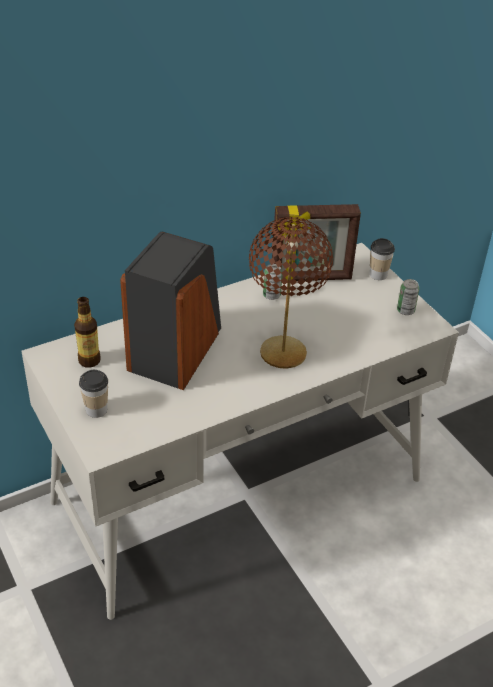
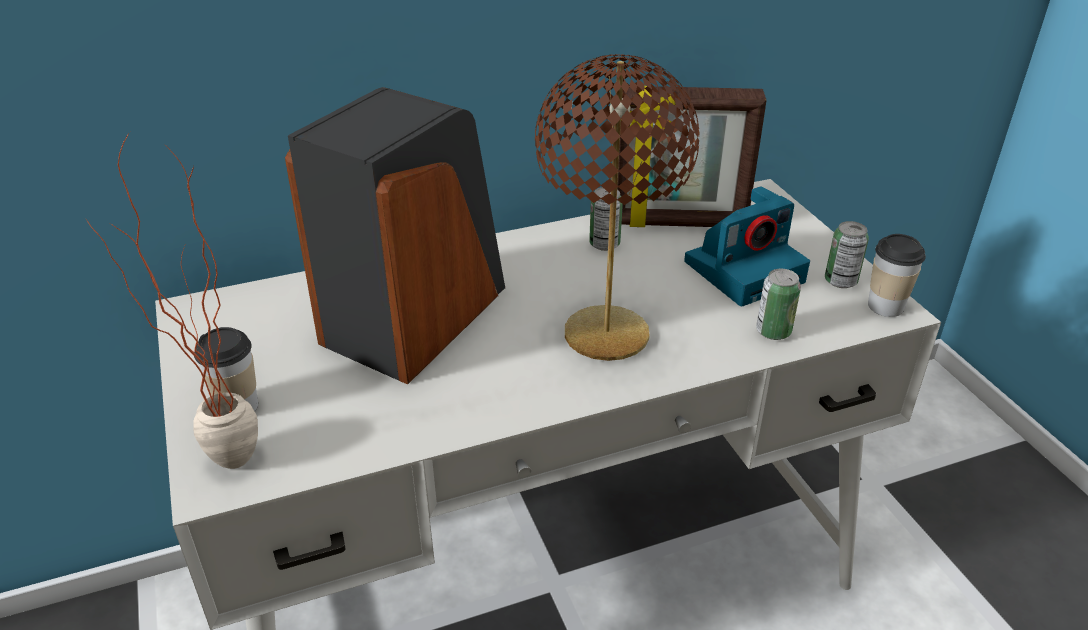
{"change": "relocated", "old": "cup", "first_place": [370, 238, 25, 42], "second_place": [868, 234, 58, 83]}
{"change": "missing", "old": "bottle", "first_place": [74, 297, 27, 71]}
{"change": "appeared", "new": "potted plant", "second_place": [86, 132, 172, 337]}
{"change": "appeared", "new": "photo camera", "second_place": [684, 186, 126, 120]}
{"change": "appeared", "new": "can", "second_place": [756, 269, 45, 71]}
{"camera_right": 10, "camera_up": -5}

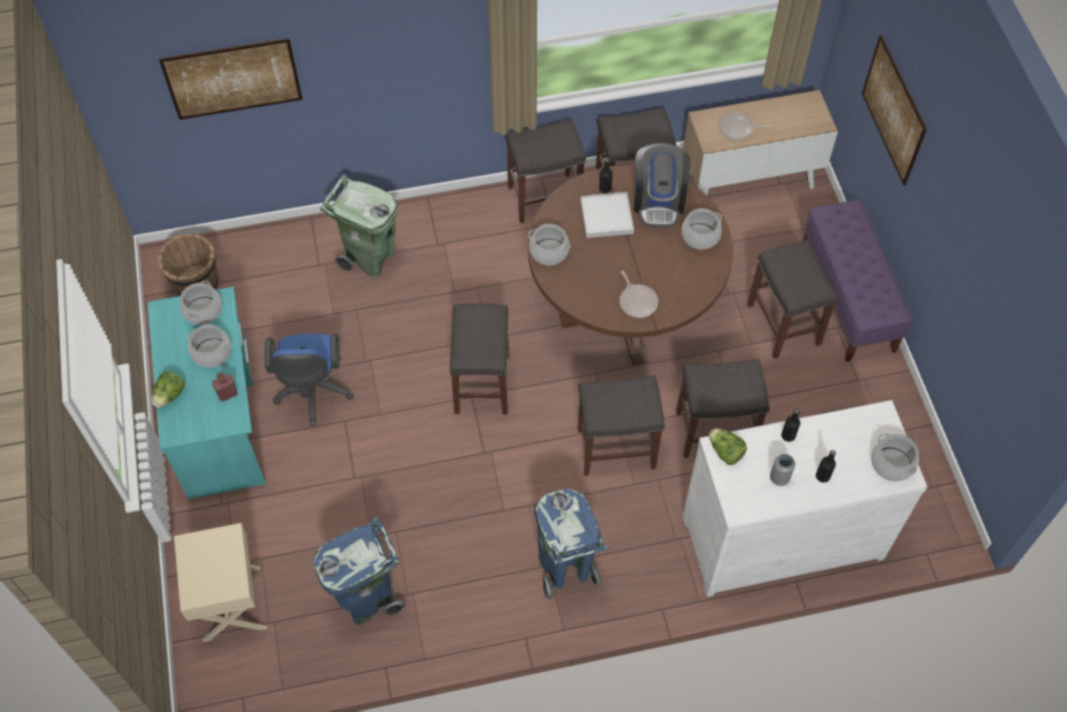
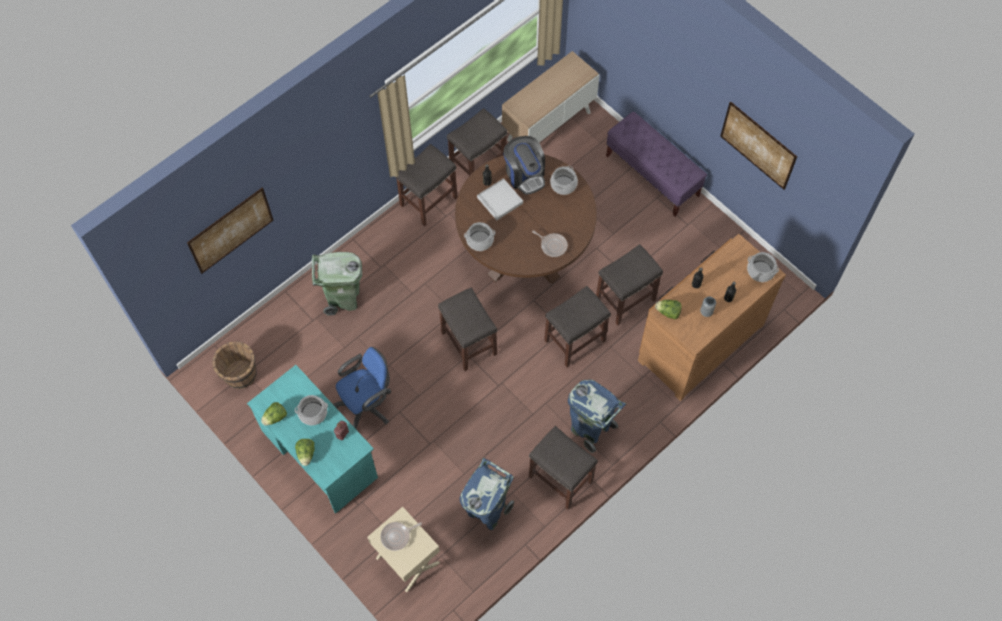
{"change": "relocated", "old": "picture", "first_place": [862, 35, 65, 151], "second_place": [720, 101, 77, 89]}
{"change": "relocated", "old": "frying pan", "first_place": [719, 112, 53, 28], "second_place": [380, 522, 42, 29]}
{"change": "relocated", "old": "stool/grey", "first_place": [747, 240, 91, 119], "second_place": [529, 426, 69, 83]}
{"change": "missing", "old": "cooking pot", "first_place": [180, 281, 42, 44]}
{"change": "spun", "old": "office chair/blue", "first_place": [264, 333, 90, 93], "second_place": [333, 347, 59, 82], "degrees": -90}
{"change": "colour", "old": "dresser/white", "new": "dresser/brown", "first_place": [683, 400, 244, 197], "second_place": [638, 234, 148, 167]}
{"change": "appeared", "new": "lettuce", "second_place": [261, 402, 26, 24]}
{"camera_right": -30, "camera_up": 5}

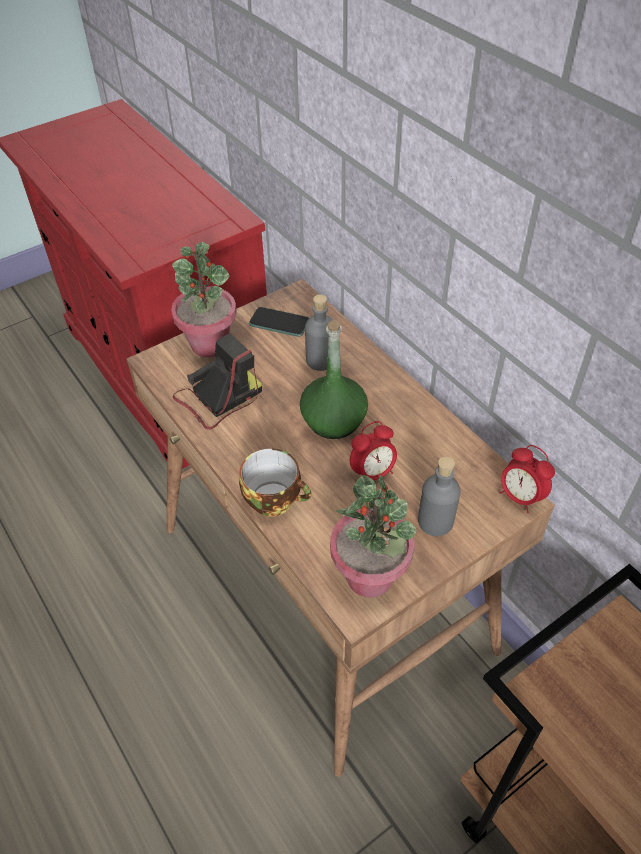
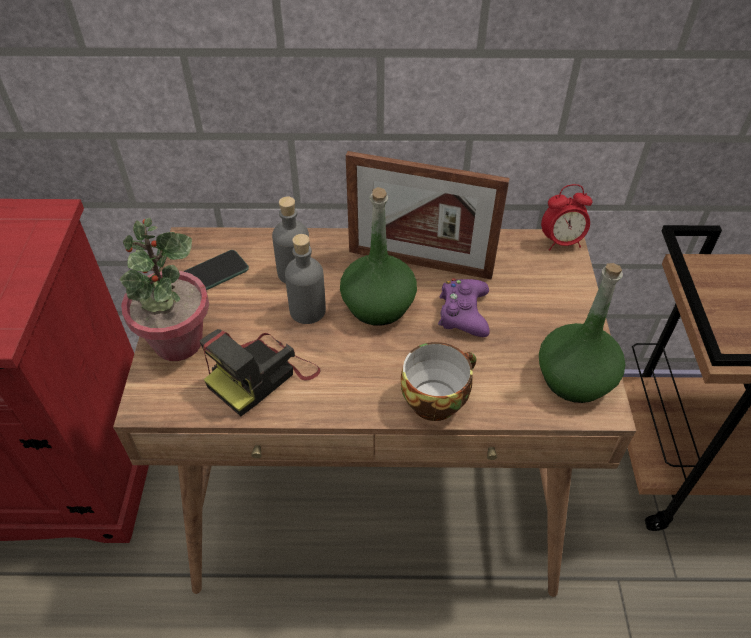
{"change": "spun", "old": "photo camera", "first_place": [173, 333, 89, 97], "second_place": [200, 329, 121, 87], "degrees": -135}
{"change": "exchanged", "old": "alarm clock", "new": "game controller/purple", "first_place": [350, 421, 47, 59], "second_place": [438, 279, 52, 58]}
{"change": "relocated", "old": "bottle/grey", "first_place": [418, 456, 42, 80], "second_place": [285, 234, 41, 90]}
{"change": "exchanged", "old": "potted plant", "new": "bottle/green", "first_place": [330, 474, 87, 124], "second_place": [539, 263, 86, 140]}
{"change": "appeared", "new": "picture frame", "second_place": [346, 151, 164, 129]}
{"camera_right": -55, "camera_up": 0}

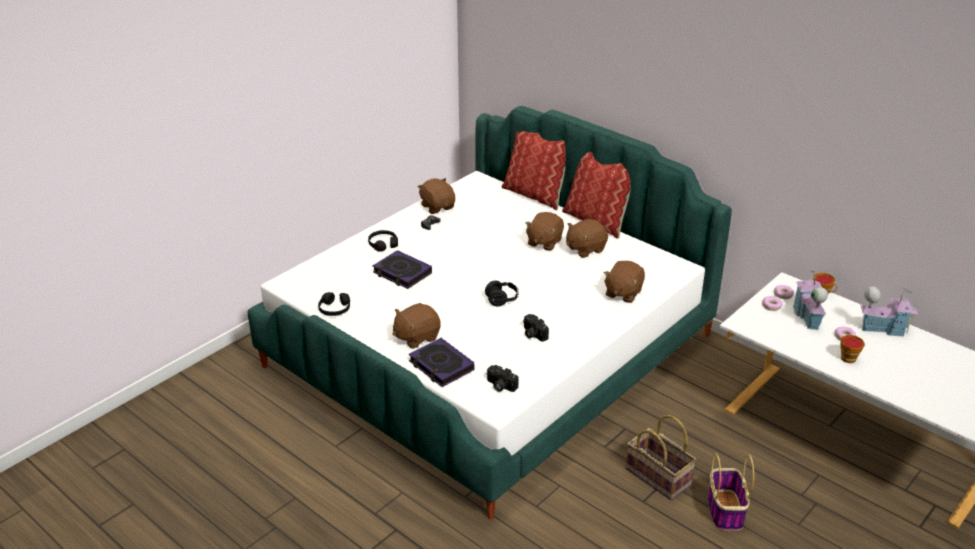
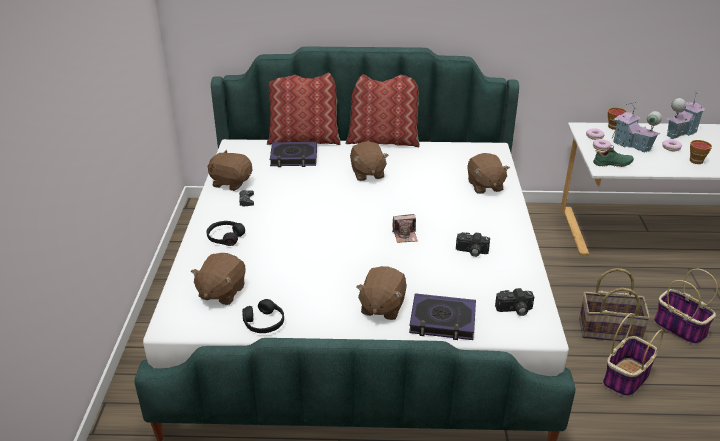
{"change": "relocated", "old": "plush toy/brown", "first_place": [566, 219, 42, 39], "second_place": [191, 253, 55, 52]}
{"change": "relocated", "old": "book", "first_place": [372, 250, 60, 39], "second_place": [270, 142, 47, 25]}
{"change": "exchanged", "old": "headphones/black", "new": "photo camera", "first_place": [485, 281, 34, 25], "second_place": [392, 214, 25, 29]}
{"change": "appeared", "new": "shoe/green", "second_place": [593, 145, 41, 22]}
{"change": "appeared", "new": "basket", "second_place": [603, 314, 60, 83]}
{"camera_right": -40, "camera_up": 0}

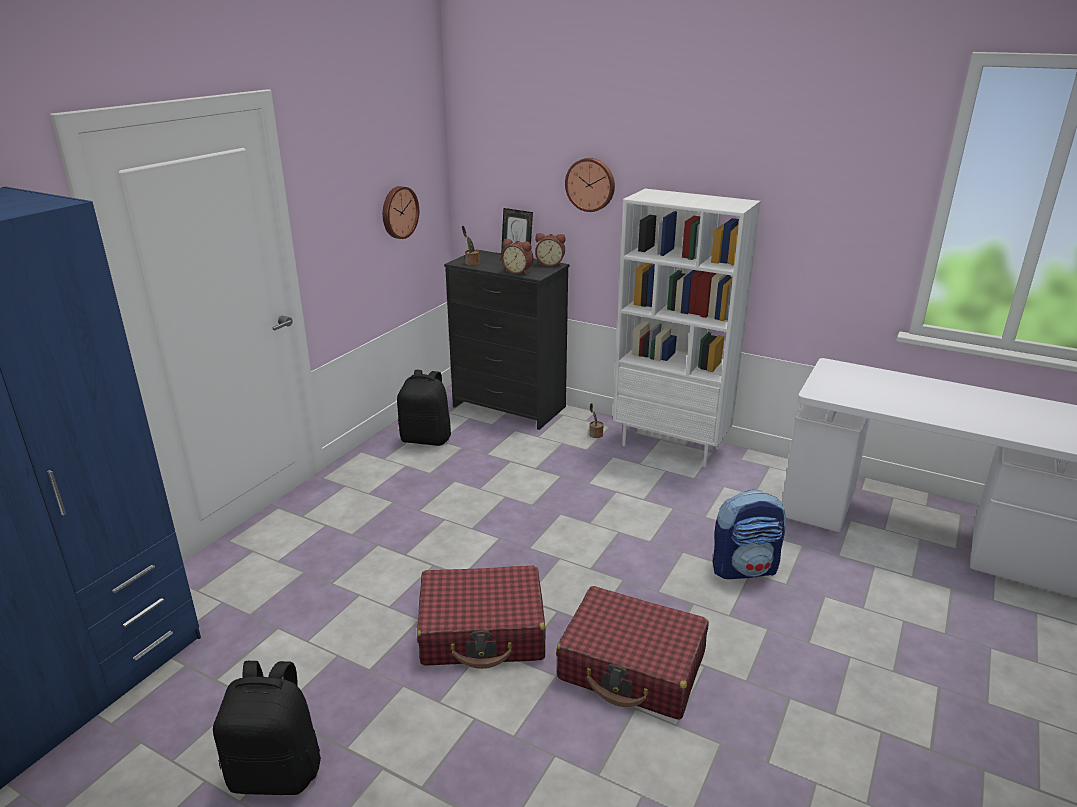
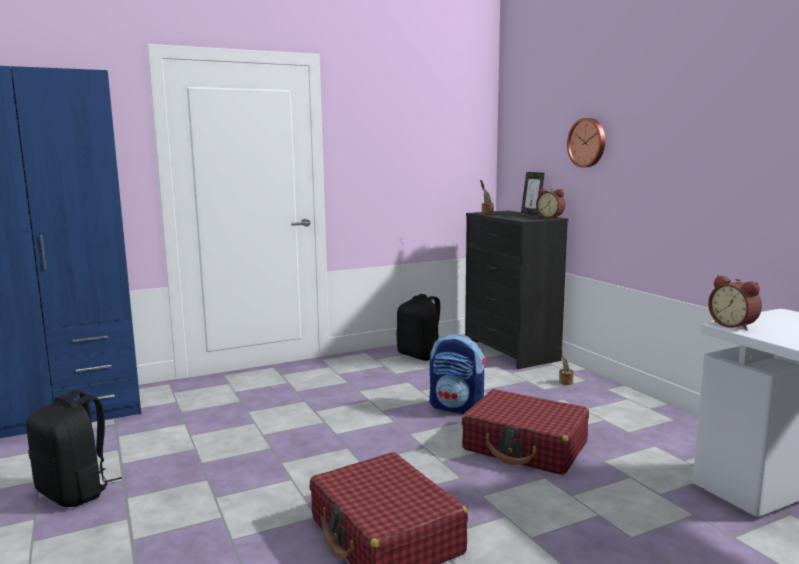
{"change": "missing", "old": "wall clock", "first_place": [383, 186, 36, 53]}
{"change": "missing", "old": "bookcase/white", "first_place": [613, 189, 148, 278]}
{"change": "relocated", "old": "alarm clock", "first_place": [501, 239, 32, 36], "second_place": [708, 275, 54, 56]}
{"change": "relocated", "old": "backpack", "first_place": [713, 490, 73, 89], "second_place": [430, 334, 56, 80]}
{"change": "relocated", "old": "suitcase/red", "first_place": [417, 565, 128, 104], "second_place": [462, 389, 127, 86]}
{"camera_right": 35, "camera_up": -15}

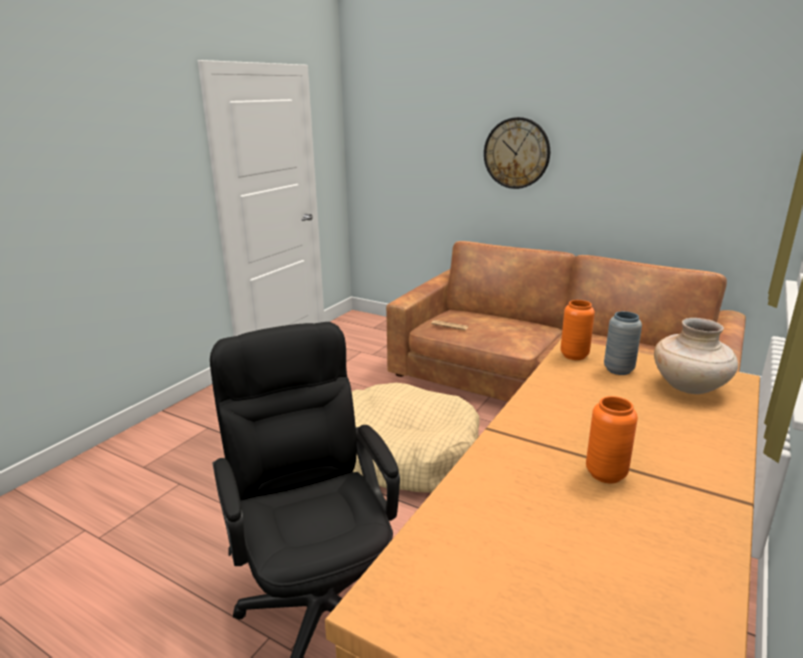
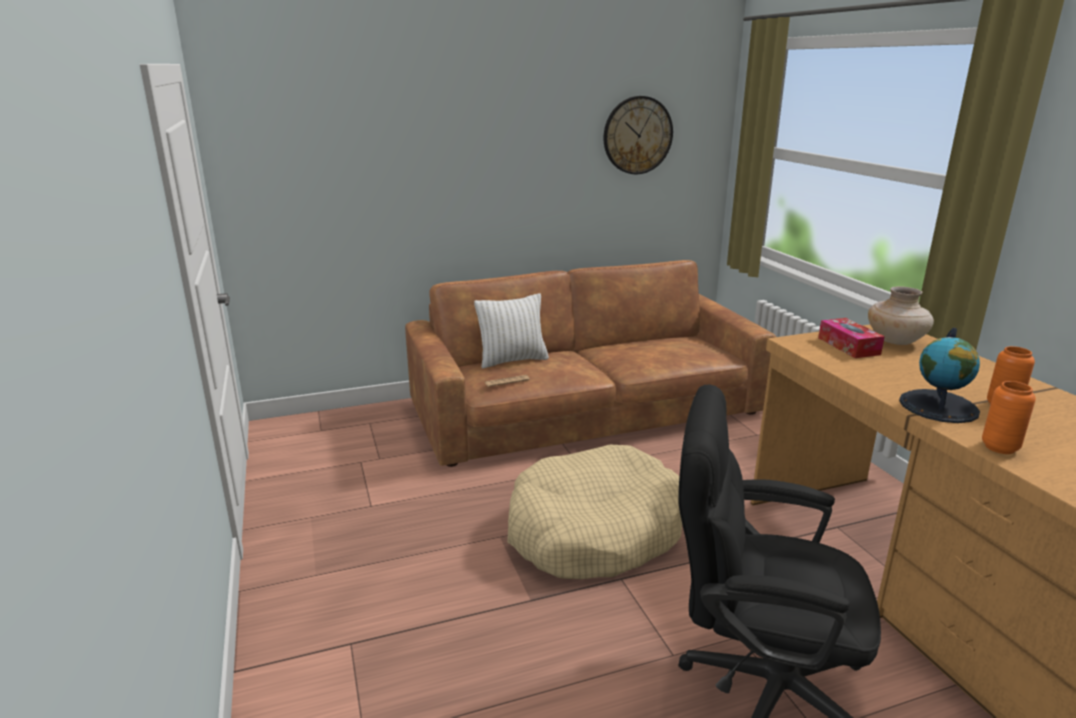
{"change": "relocated", "old": "wall clock", "first_place": [484, 117, 66, 72], "second_place": [604, 96, 69, 78]}
{"change": "relocated", "old": "vase/orange", "first_place": [560, 300, 35, 60], "second_place": [982, 381, 54, 73]}
{"change": "exchanged", "old": "vase/grey", "new": "tissue box", "first_place": [604, 311, 38, 64], "second_place": [818, 318, 67, 40]}
{"change": "appeared", "new": "pillow/white", "second_place": [474, 293, 75, 75]}
{"change": "appeared", "new": "globe", "second_place": [899, 328, 81, 95]}
{"camera_right": -50, "camera_up": 0}

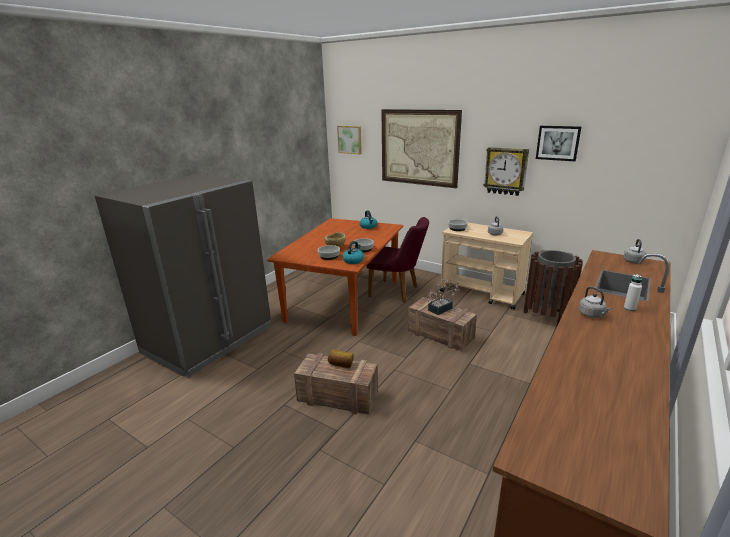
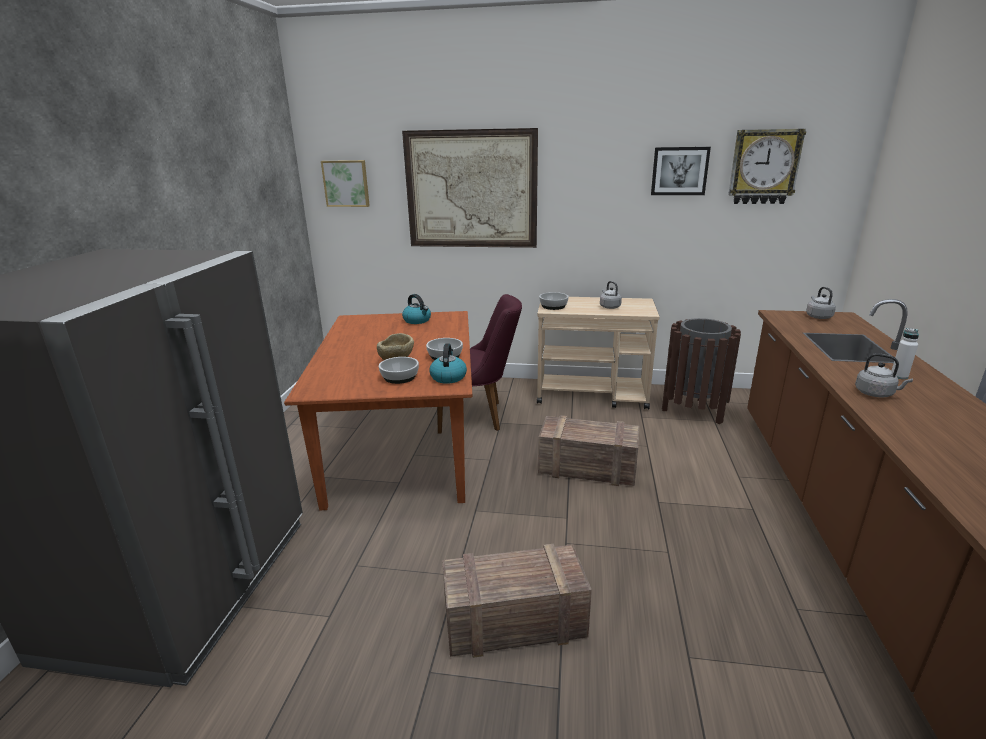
{"change": "relocated", "old": "wall clock", "first_place": [483, 147, 46, 49], "second_place": [728, 129, 78, 75]}
{"change": "missing", "old": "potted plant", "first_place": [428, 279, 31, 36]}
{"change": "missing", "old": "bread", "first_place": [328, 349, 25, 19]}
{"camera_right": -25, "camera_up": 0}

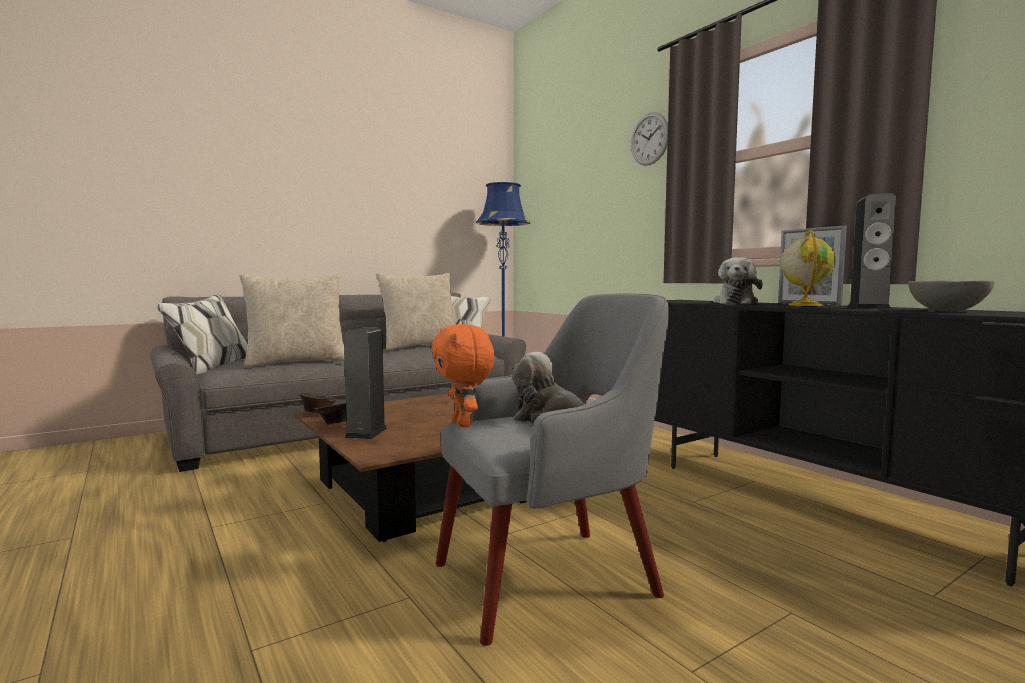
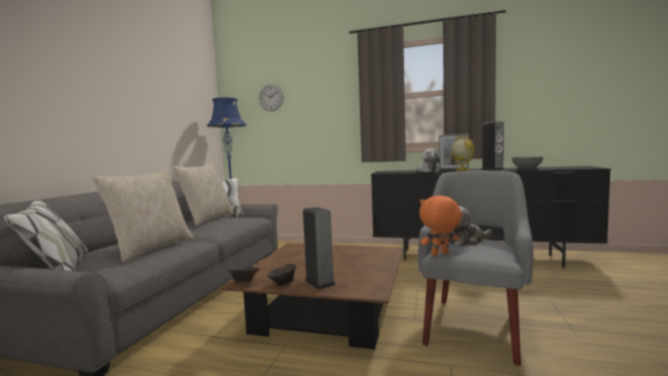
{"change": "relocated", "old": "wall clock", "first_place": [631, 112, 37, 54], "second_place": [259, 84, 25, 27]}
{"change": "spun", "old": "plush toy/orange", "first_place": [431, 324, 64, 103], "second_place": [419, 196, 43, 60], "degrees": 135}
{"camera_right": -40, "camera_up": 0}

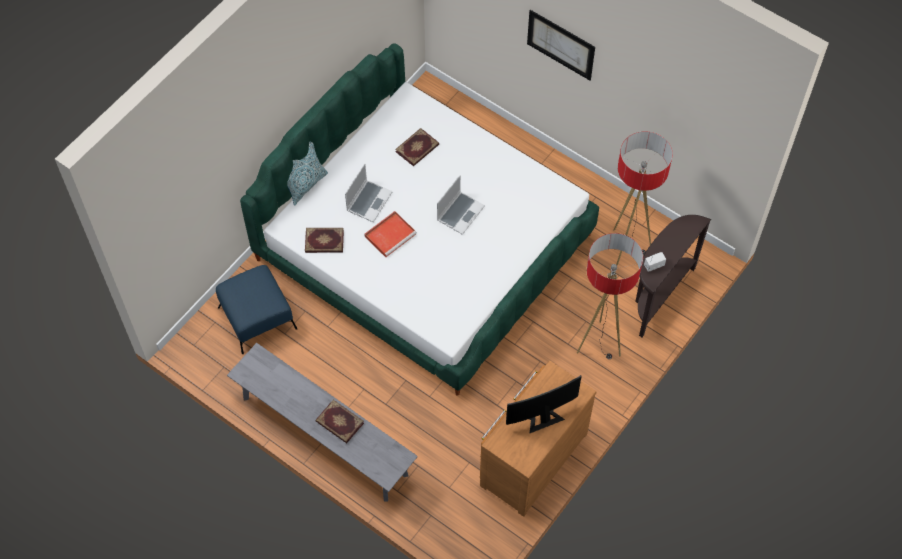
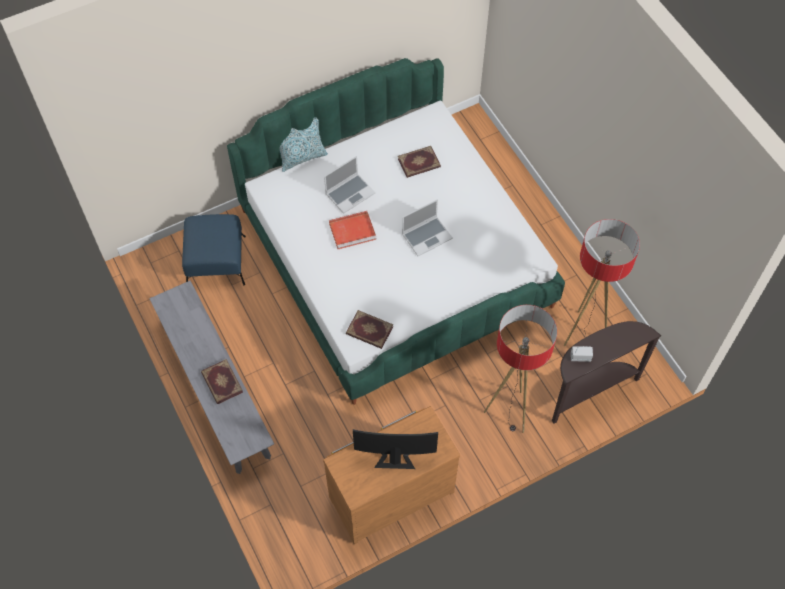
{"change": "missing", "old": "picture", "first_place": [527, 10, 68, 70]}
{"change": "relocated", "old": "book", "first_place": [305, 228, 39, 25], "second_place": [346, 310, 47, 39]}
{"camera_right": 25, "camera_up": 0}

